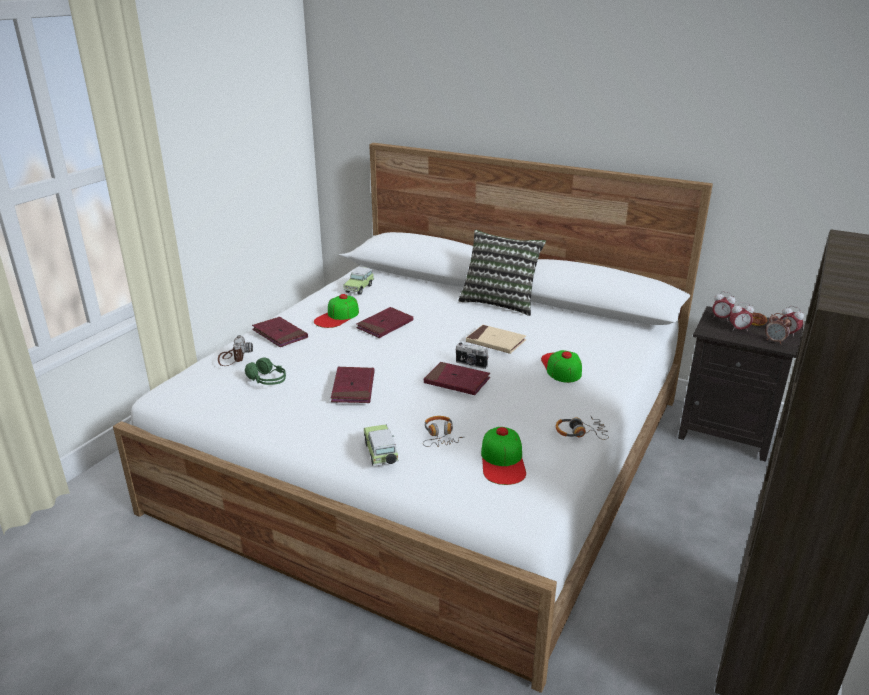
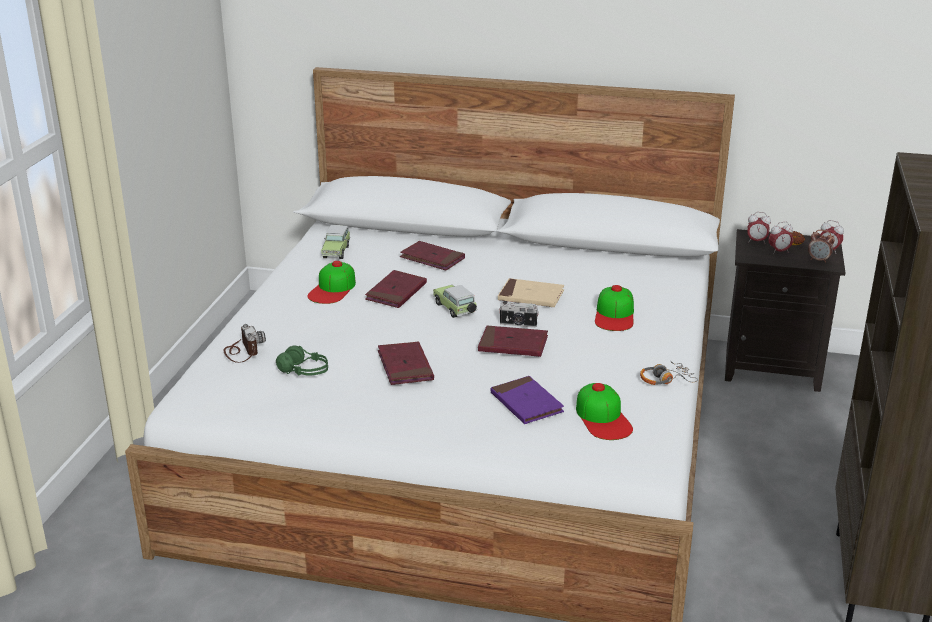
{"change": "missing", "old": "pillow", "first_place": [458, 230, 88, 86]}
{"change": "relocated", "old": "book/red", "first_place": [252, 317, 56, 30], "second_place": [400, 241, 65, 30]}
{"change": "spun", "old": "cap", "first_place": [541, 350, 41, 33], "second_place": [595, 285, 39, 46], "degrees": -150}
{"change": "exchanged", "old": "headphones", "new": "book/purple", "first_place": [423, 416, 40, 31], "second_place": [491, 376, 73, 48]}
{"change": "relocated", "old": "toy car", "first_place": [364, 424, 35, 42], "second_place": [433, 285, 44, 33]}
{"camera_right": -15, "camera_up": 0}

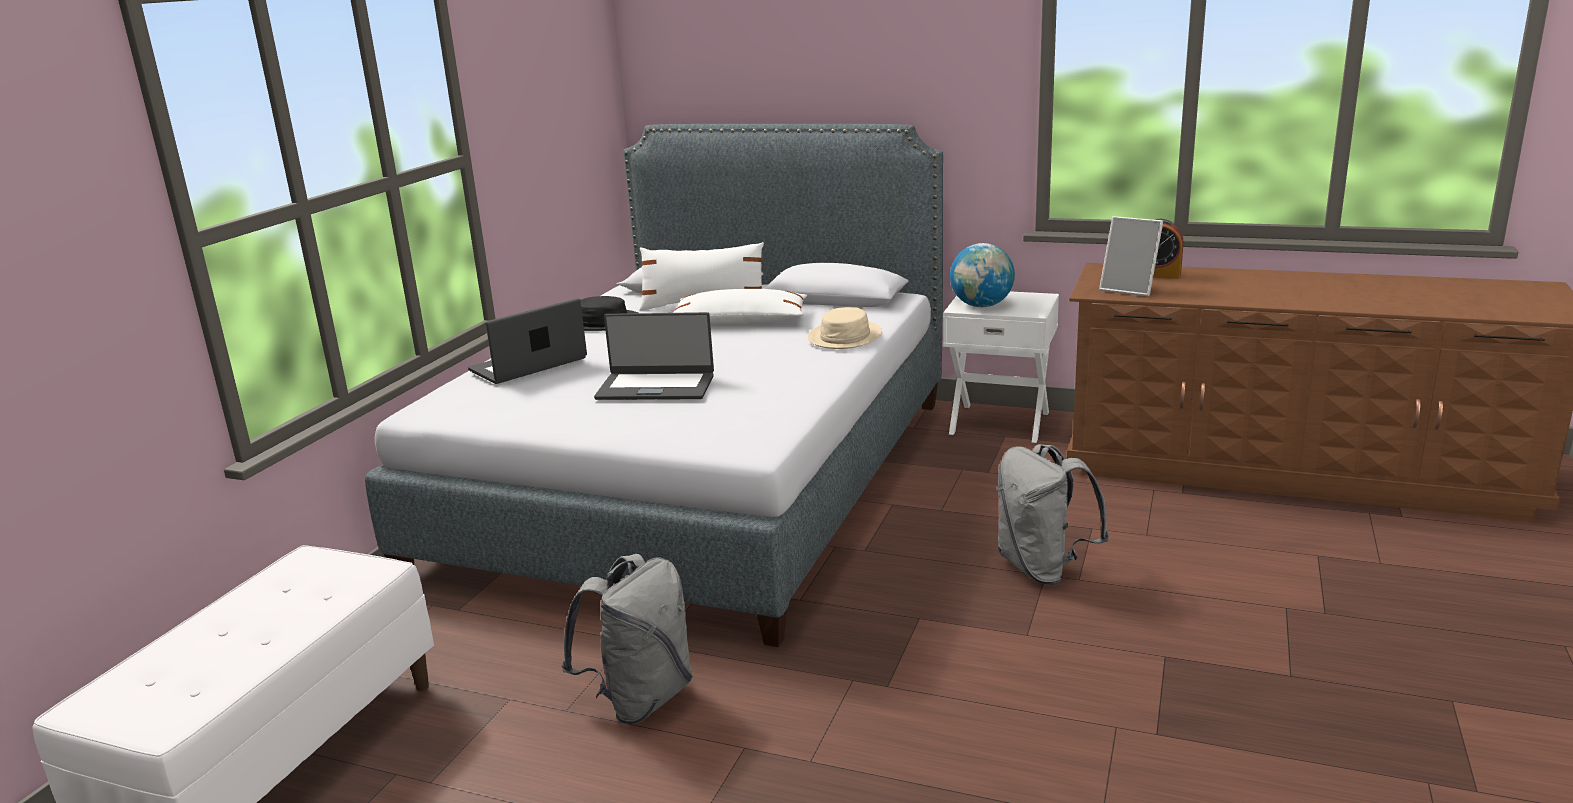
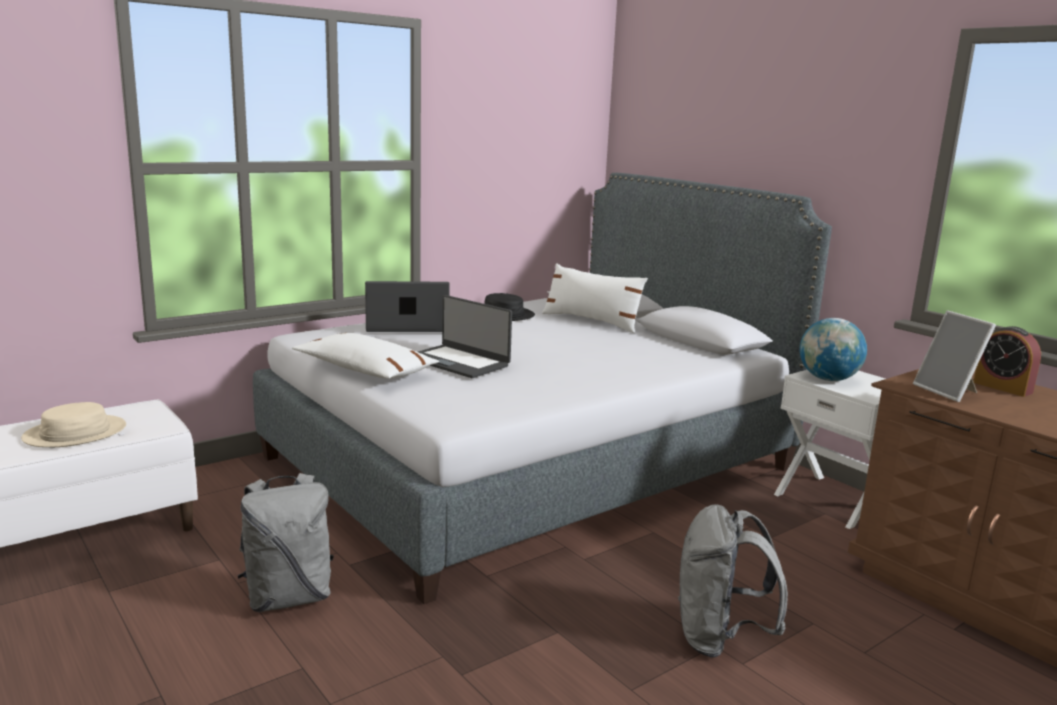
{"change": "relocated", "old": "pillow/white", "first_place": [673, 289, 134, 35], "second_place": [292, 333, 147, 46]}
{"change": "relocated", "old": "hat/beige", "first_place": [808, 307, 74, 42], "second_place": [21, 402, 105, 45]}
{"camera_right": 30, "camera_up": -5}

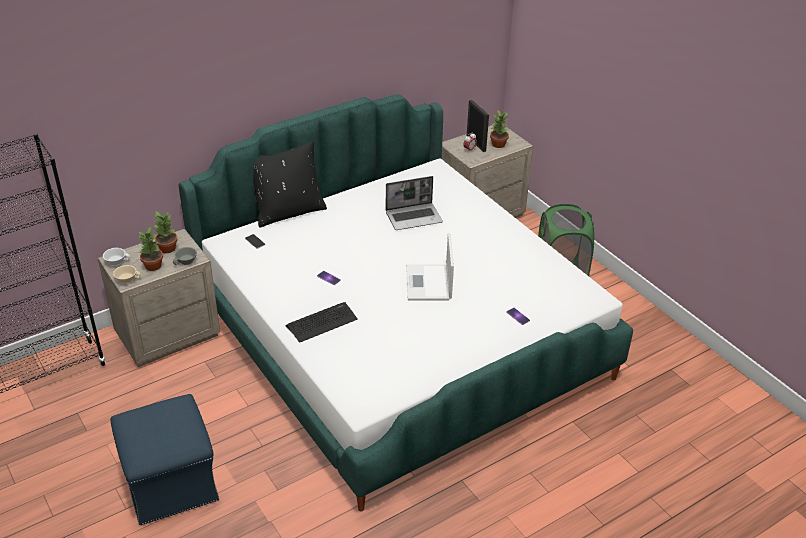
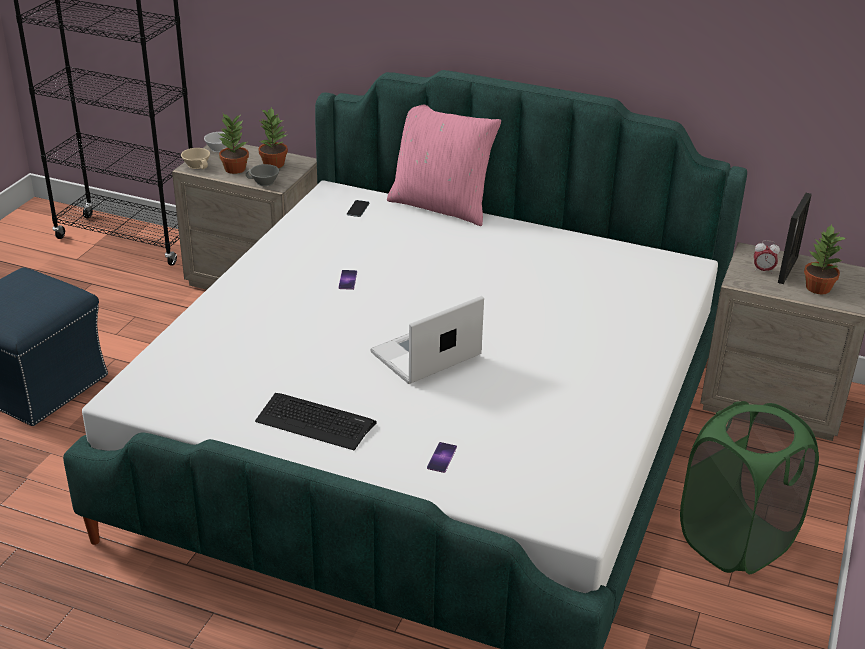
{"change": "colour", "old": "pillow/black", "new": "pillow/pink", "first_place": [253, 141, 74, 87], "second_place": [387, 104, 114, 122]}
{"change": "missing", "old": "laptop", "first_place": [386, 176, 57, 54]}
{"change": "relocated", "old": "keyboard", "first_place": [285, 302, 73, 41], "second_place": [255, 393, 122, 57]}
{"camera_right": 55, "camera_up": -5}

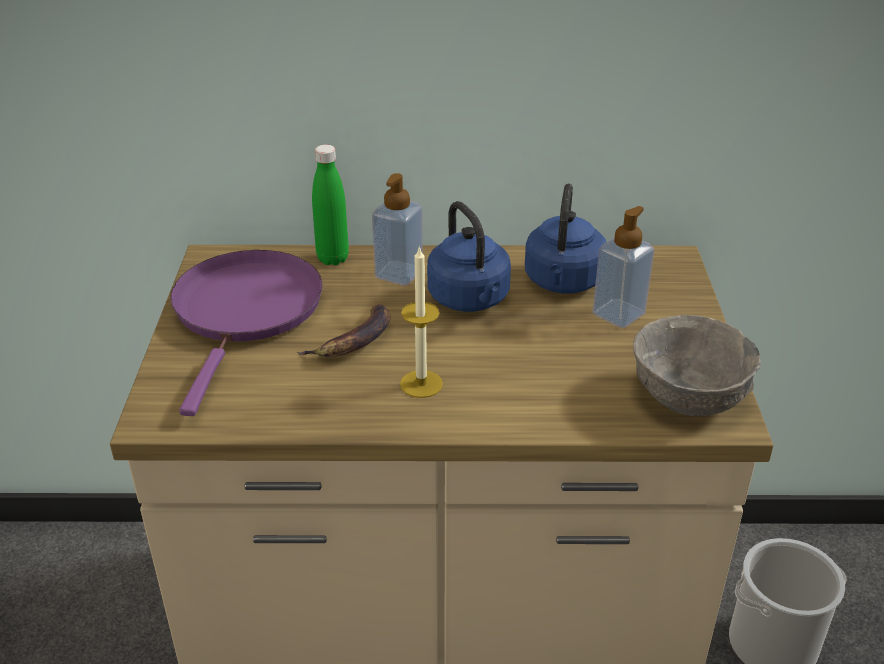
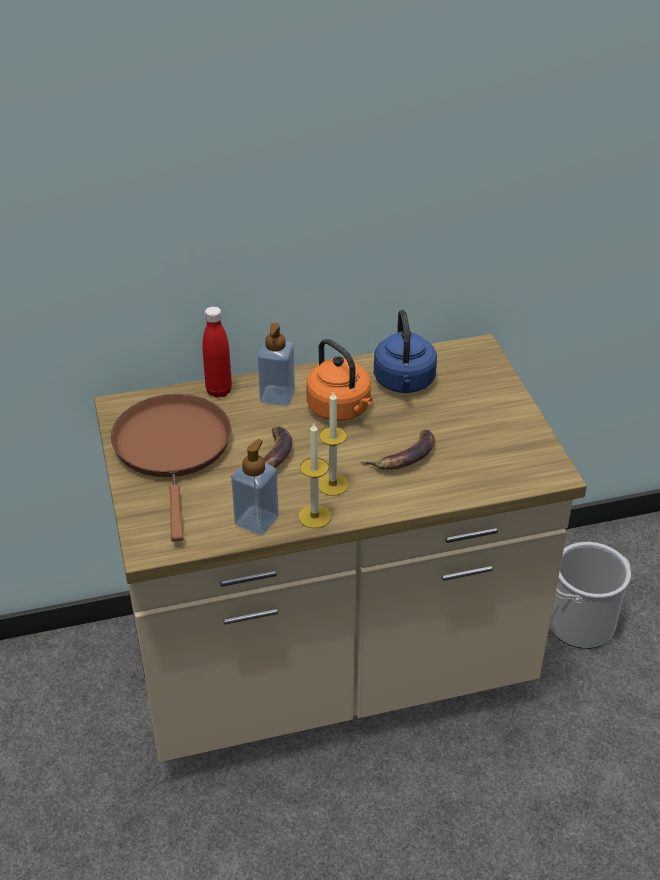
{"change": "colour", "old": "bottle/green", "new": "bottle/red", "first_place": [312, 145, 37, 120], "second_place": [203, 306, 29, 92]}
{"change": "colour", "old": "kettle/blue", "new": "kettle/orange", "first_place": [427, 201, 84, 111], "second_place": [306, 339, 67, 82]}
{"change": "relocated", "old": "soap dispenser", "first_place": [593, 206, 62, 122], "second_place": [231, 439, 48, 96]}
{"change": "colour", "old": "frying pan/purple", "new": "frying pan/brown", "first_place": [170, 250, 153, 166], "second_place": [111, 394, 120, 148]}
{"change": "missing", "old": "bowl/grey", "first_place": [633, 315, 128, 101]}
{"change": "appeared", "new": "candle", "second_place": [299, 423, 32, 105]}
{"change": "appeared", "new": "banana", "second_place": [361, 429, 74, 41]}
{"camera_right": -15, "camera_up": 5}

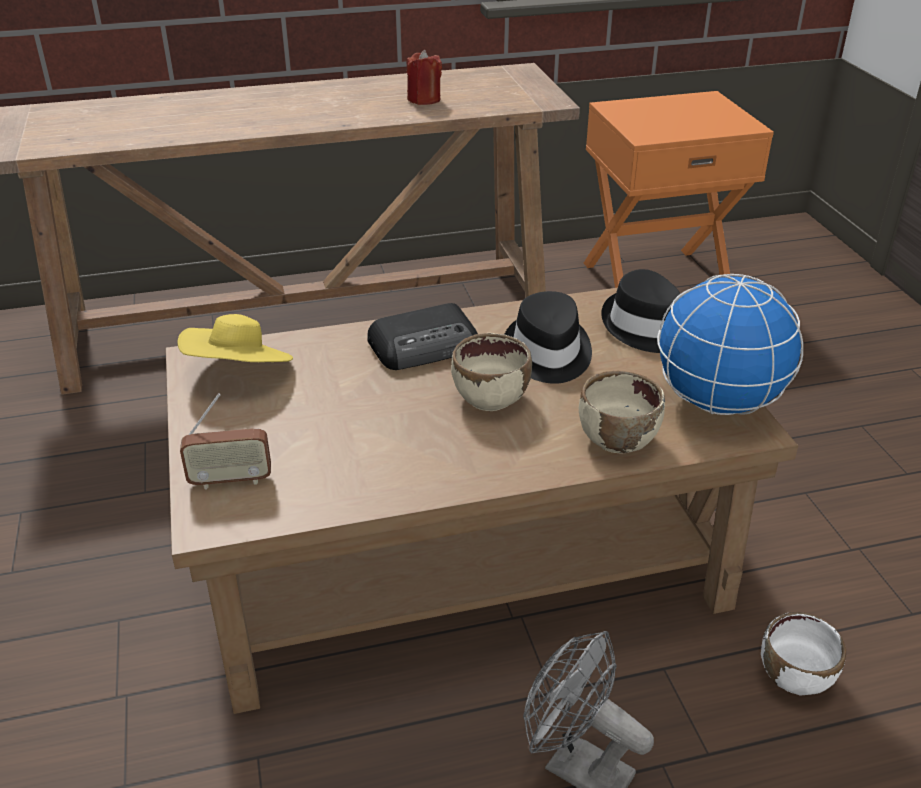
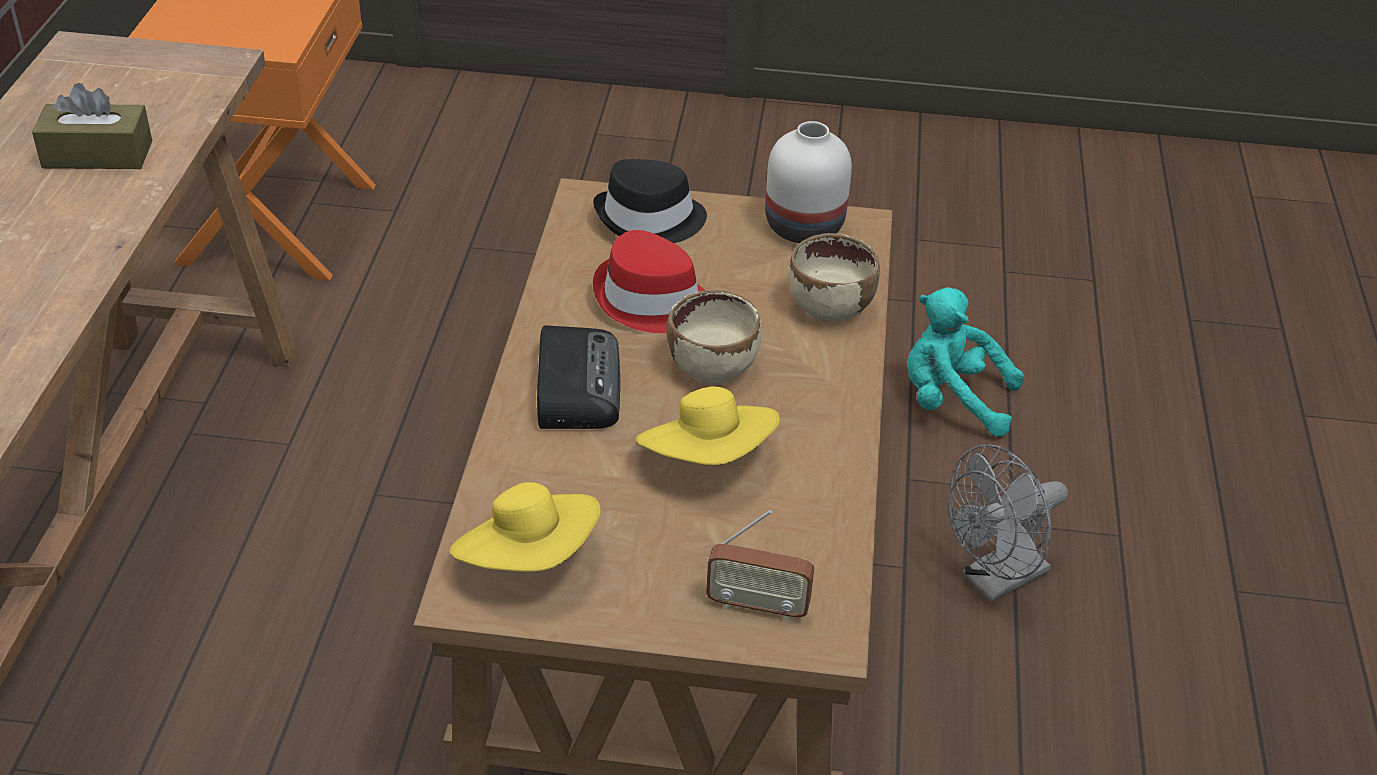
{"change": "exchanged", "old": "candle/red", "new": "tissue box/brown", "first_place": [407, 50, 35, 55], "second_place": [32, 83, 120, 86]}
{"change": "exchanged", "old": "globe", "new": "vase/white", "first_place": [657, 274, 146, 141], "second_place": [765, 121, 87, 122]}
{"change": "colour", "old": "hat/black", "new": "hat/red", "first_place": [504, 291, 88, 93], "second_place": [593, 230, 112, 103]}
{"change": "spun", "old": "radio", "first_place": [180, 393, 91, 97], "second_place": [706, 510, 108, 112], "degrees": 90}
{"change": "exchanged", "old": "bowl/white", "new": "plush toy/turquoise", "first_place": [761, 612, 85, 83], "second_place": [907, 287, 117, 150]}
{"change": "appeared", "new": "hat/yellow", "second_place": [636, 386, 144, 79]}
{"camera_right": -70, "camera_up": 5}

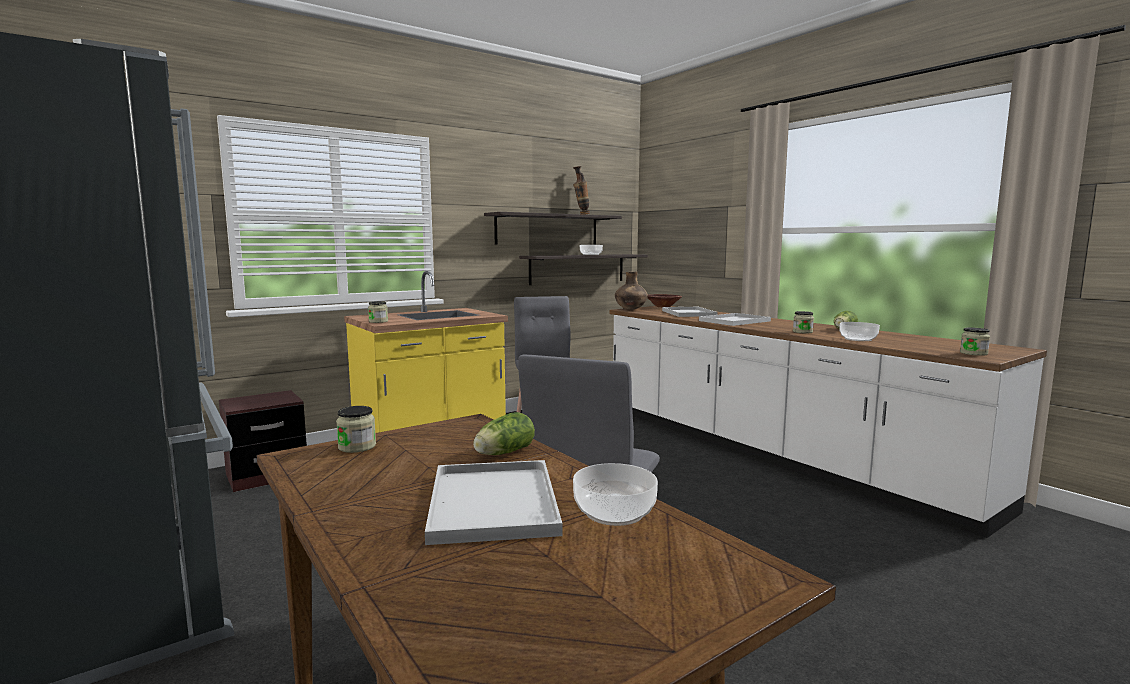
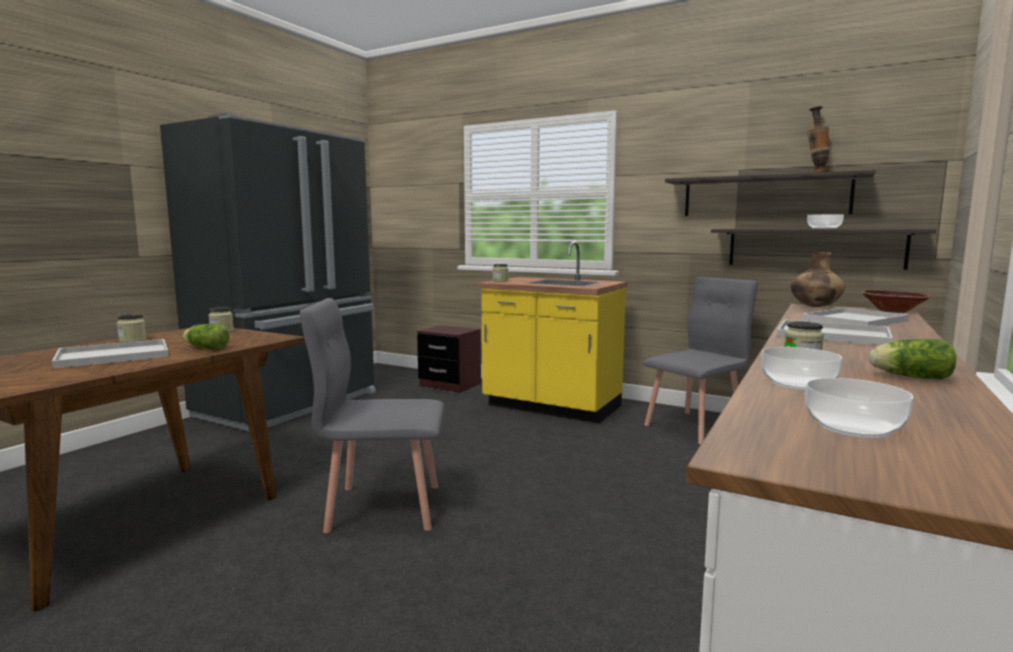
{"change": "relocated", "old": "jar", "first_place": [960, 327, 30, 29], "second_place": [117, 314, 29, 28]}
{"change": "relocated", "old": "bowl", "first_place": [573, 463, 85, 63], "second_place": [805, 378, 109, 60]}
{"camera_right": 65, "camera_up": 0}

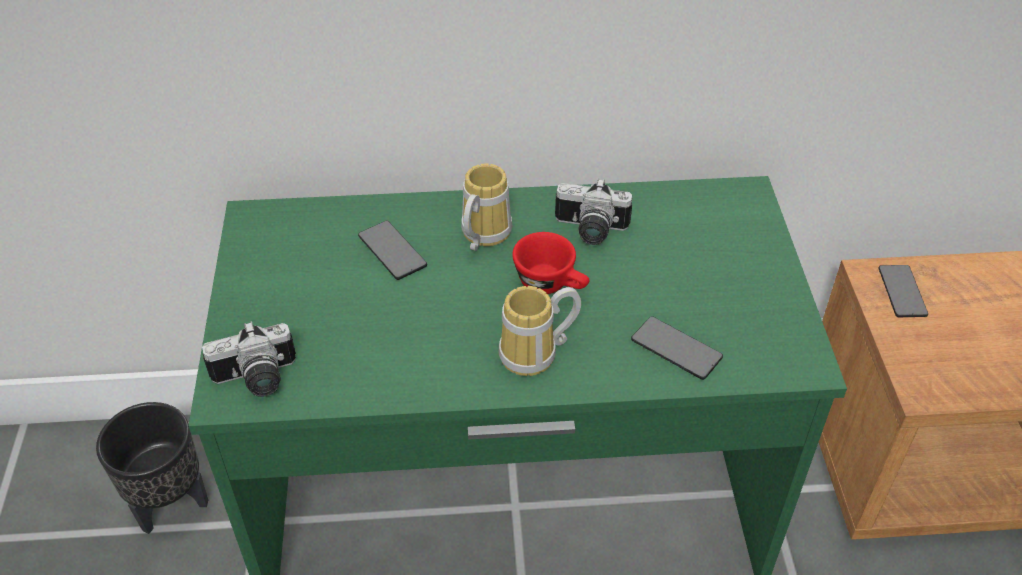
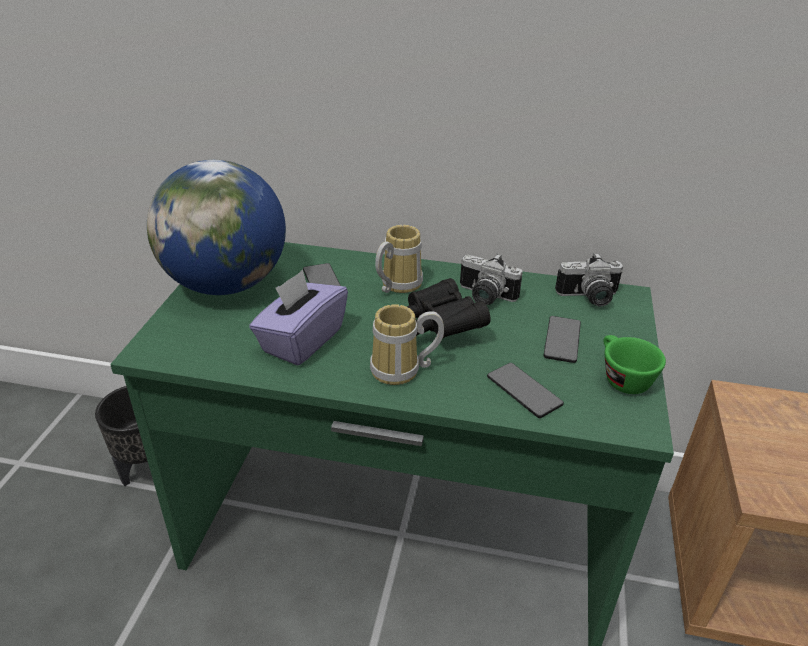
{"change": "exchanged", "old": "cup/red", "new": "binoculars/black", "first_place": [512, 232, 78, 62], "second_place": [406, 278, 85, 61]}
{"change": "relocated", "old": "phone", "first_place": [878, 265, 50, 52], "second_place": [543, 316, 38, 47]}
{"change": "relocated", "old": "photo camera", "first_place": [202, 321, 94, 76], "second_place": [555, 253, 68, 54]}
{"change": "appeared", "new": "globe", "second_place": [147, 160, 139, 135]}
{"change": "appeared", "new": "tissue box/purple", "second_place": [249, 270, 99, 96]}
{"change": "appeared", "new": "cup/green", "second_place": [604, 335, 62, 59]}
{"camera_right": 15, "camera_up": -10}

